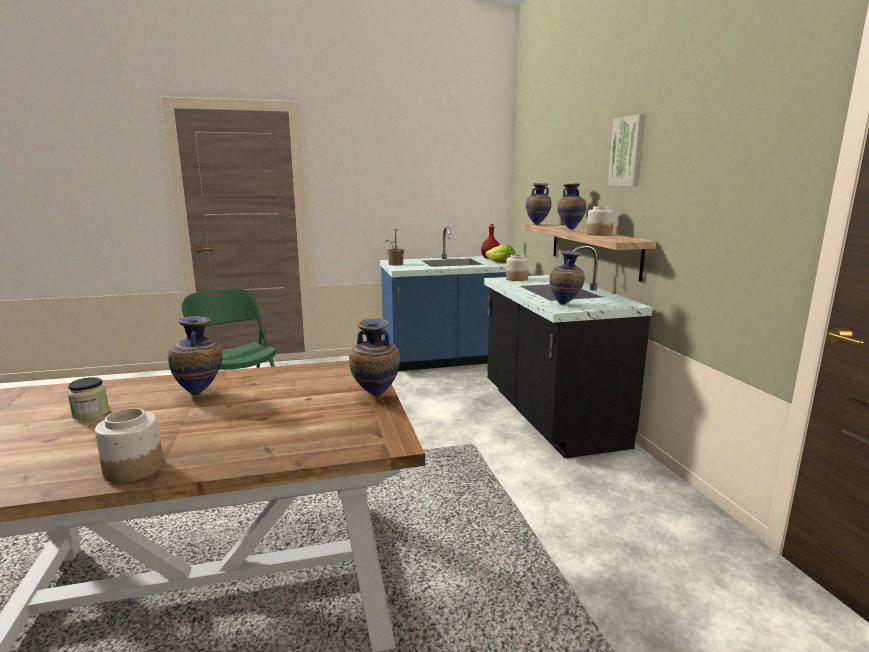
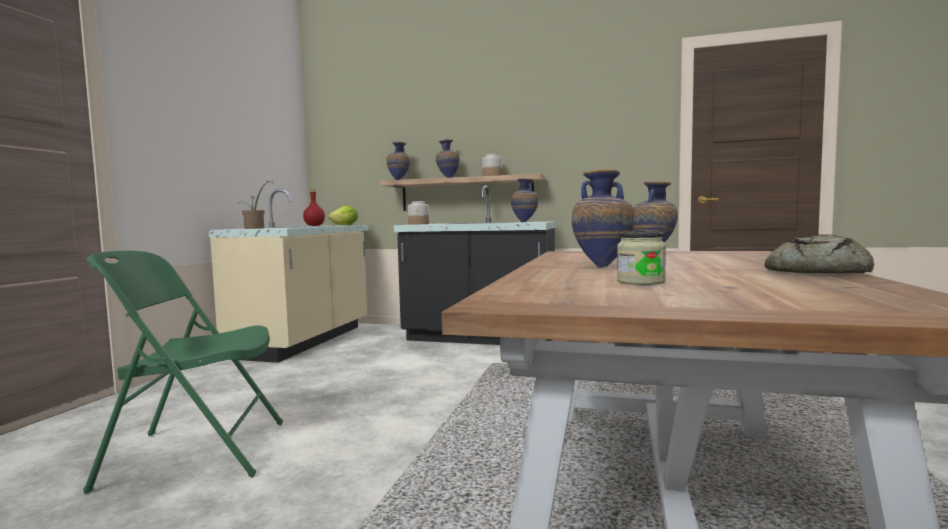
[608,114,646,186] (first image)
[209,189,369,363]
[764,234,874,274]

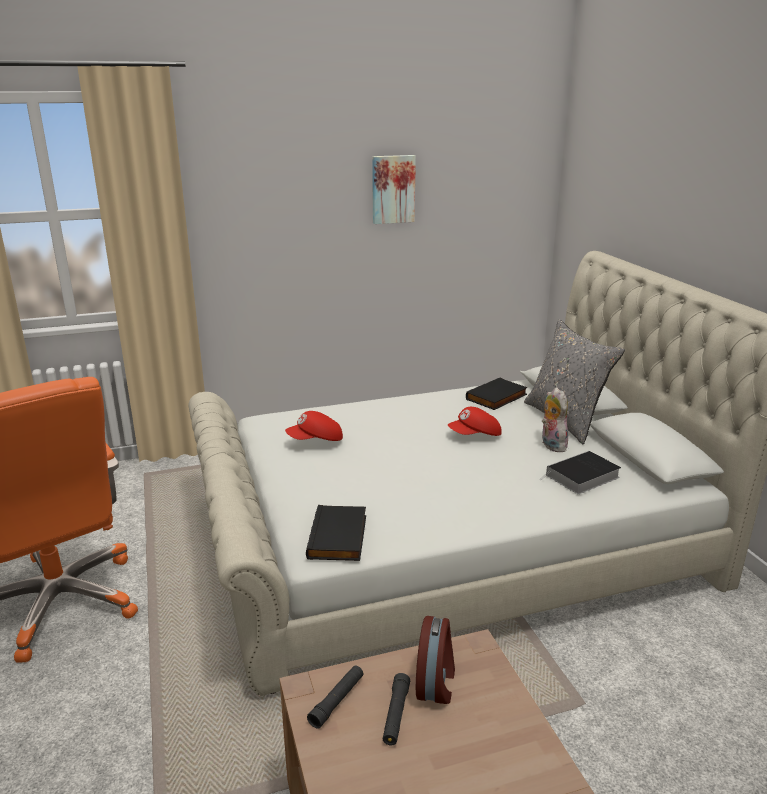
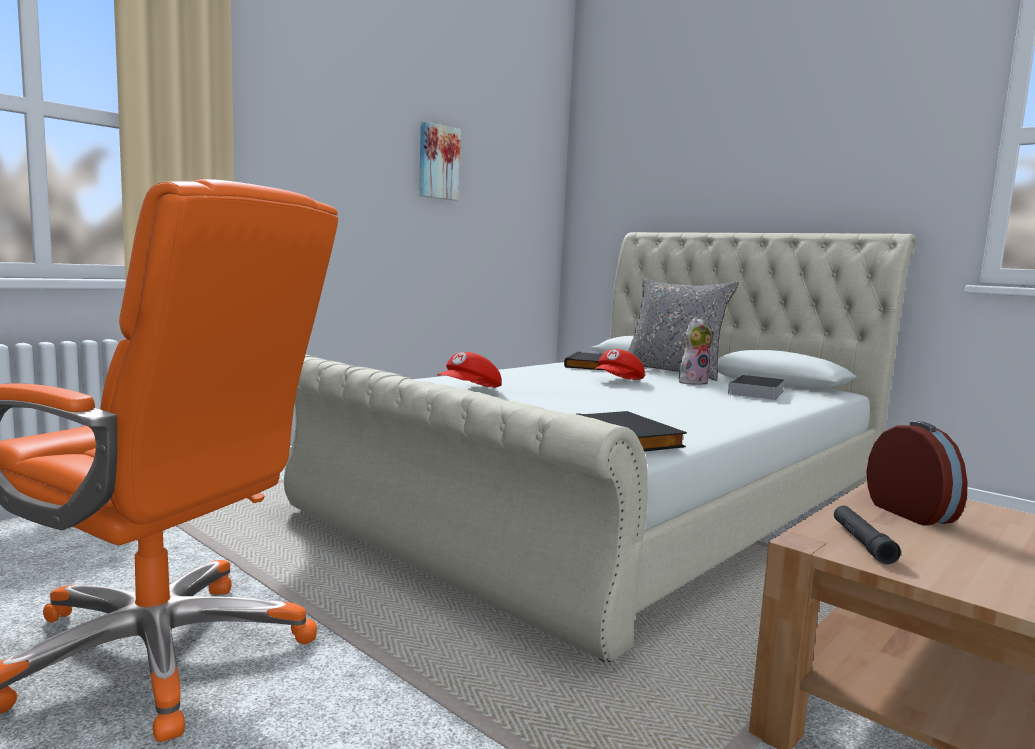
[679,318,714,385]
[383,673,410,745] (first image)

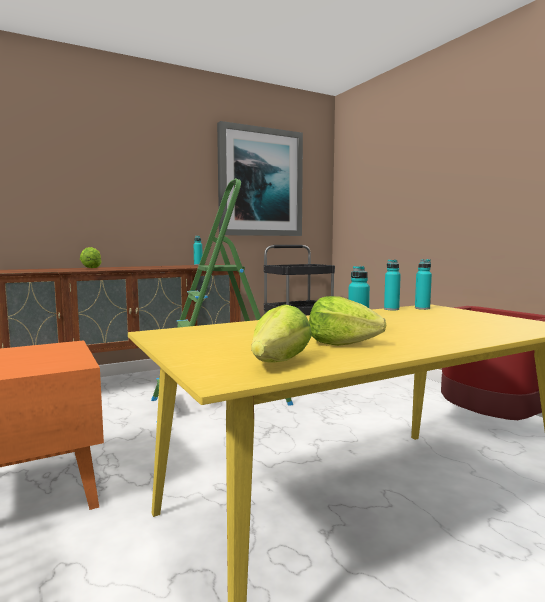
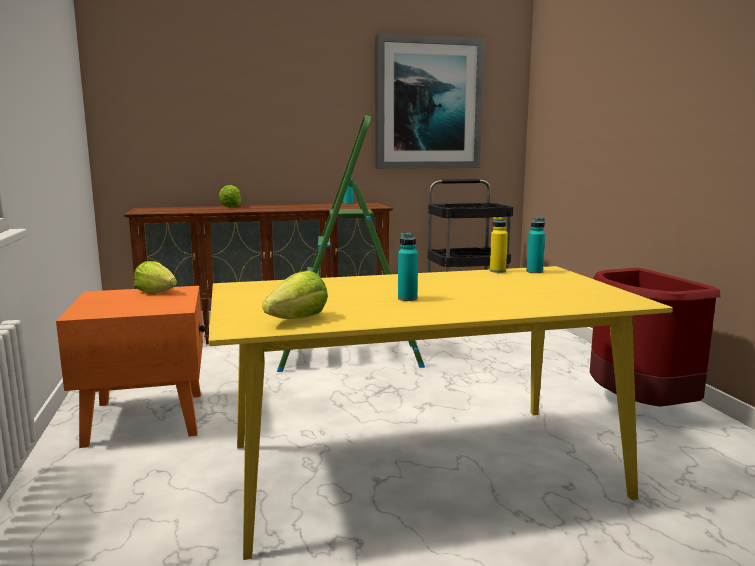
[490,217,508,273]
[134,261,177,294]

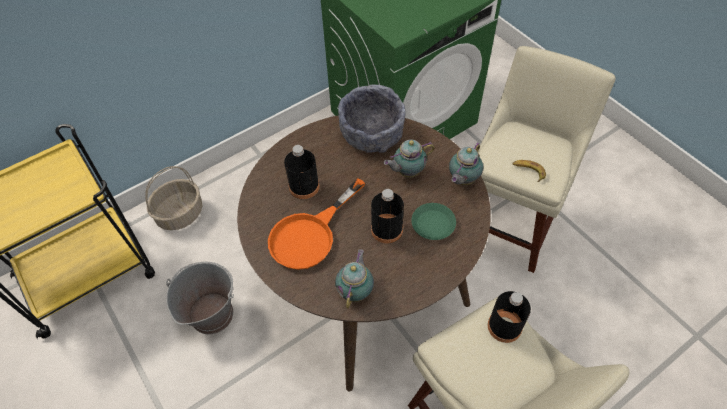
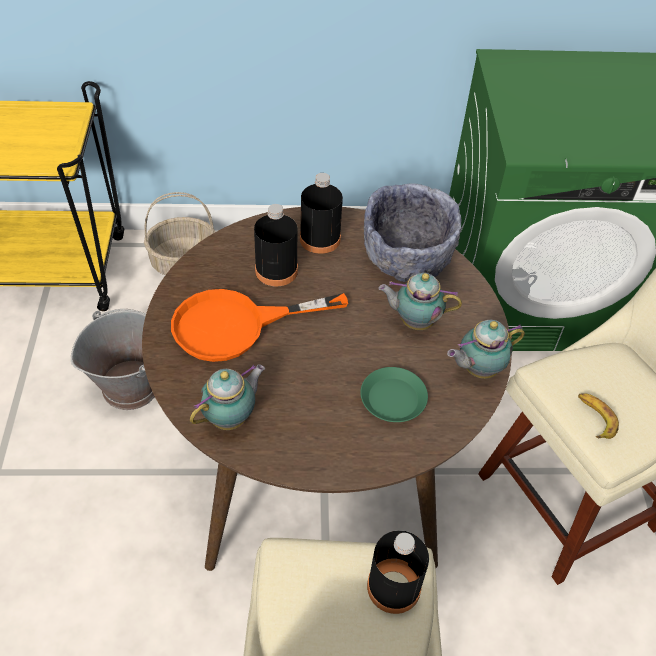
[300,173,343,254]

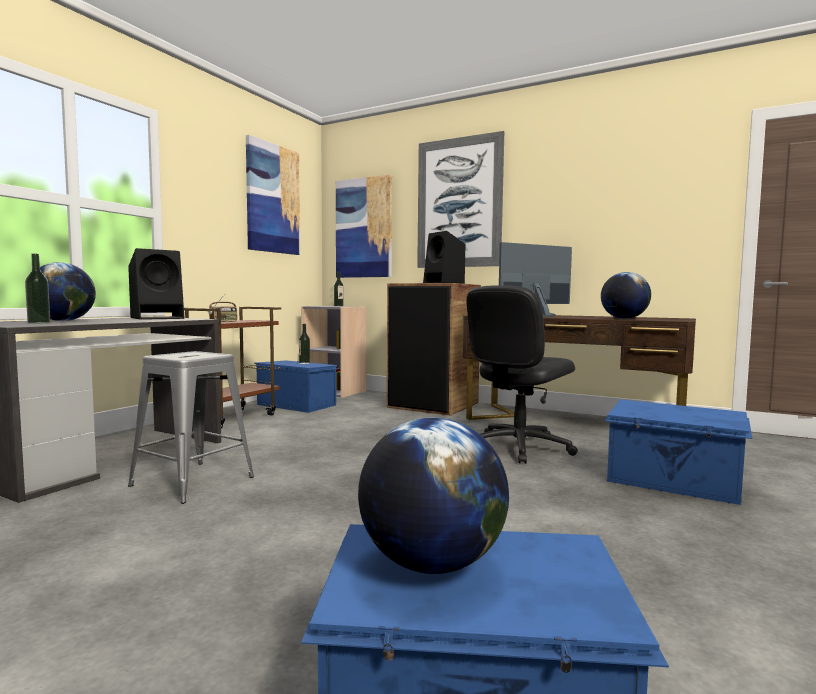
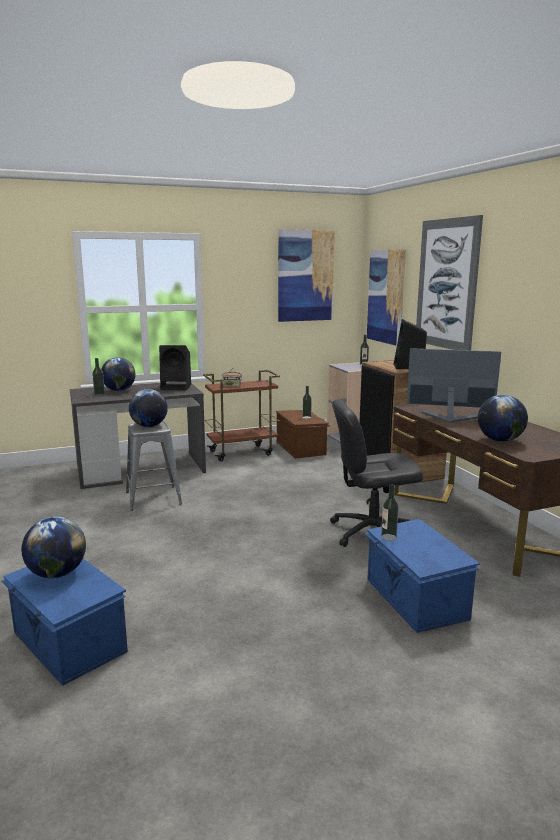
[276,410,330,459]
[129,389,168,427]
[381,484,399,541]

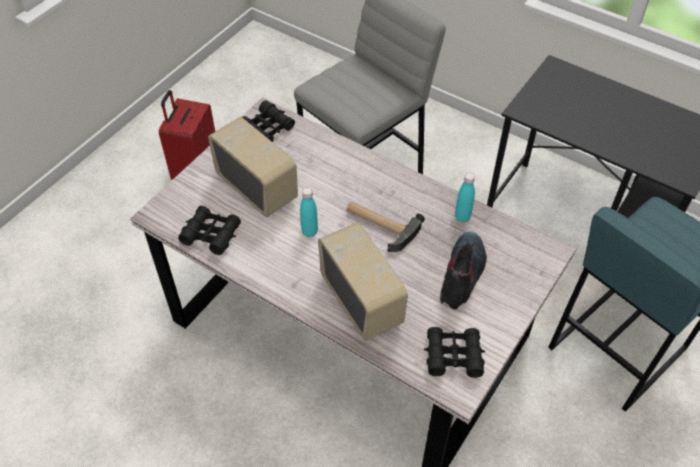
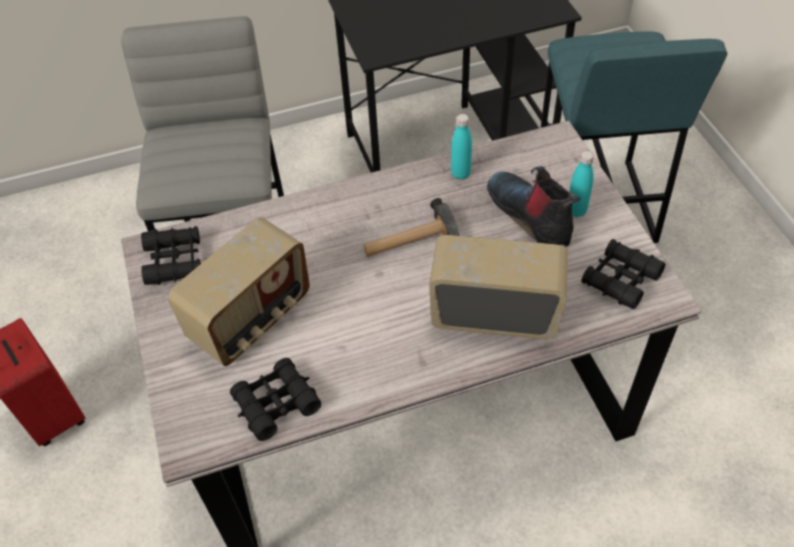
[168,217,310,366]
[569,151,594,217]

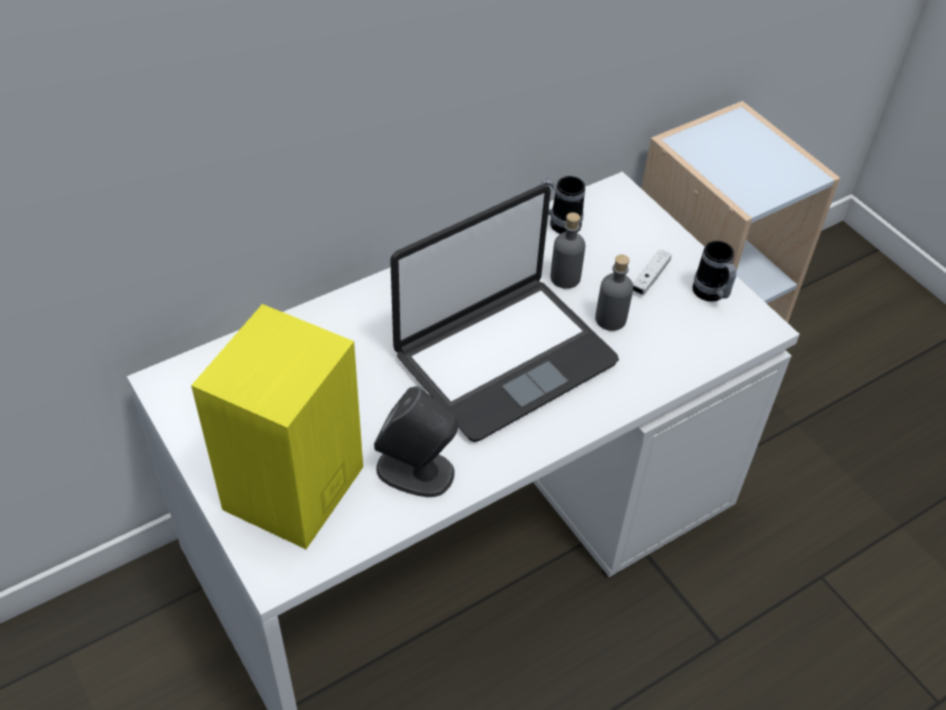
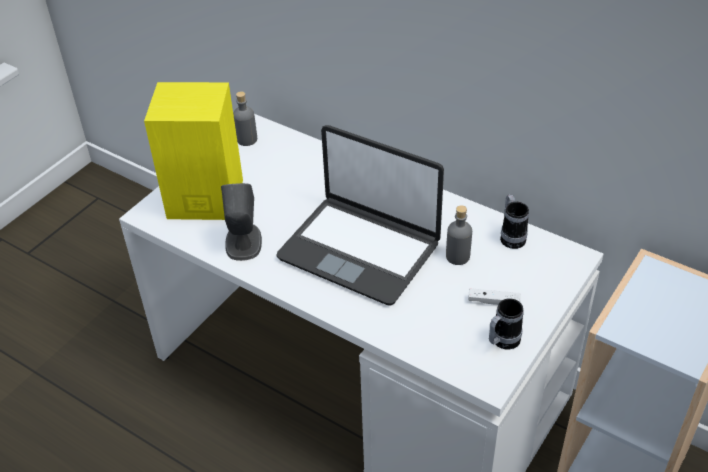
[233,91,257,146]

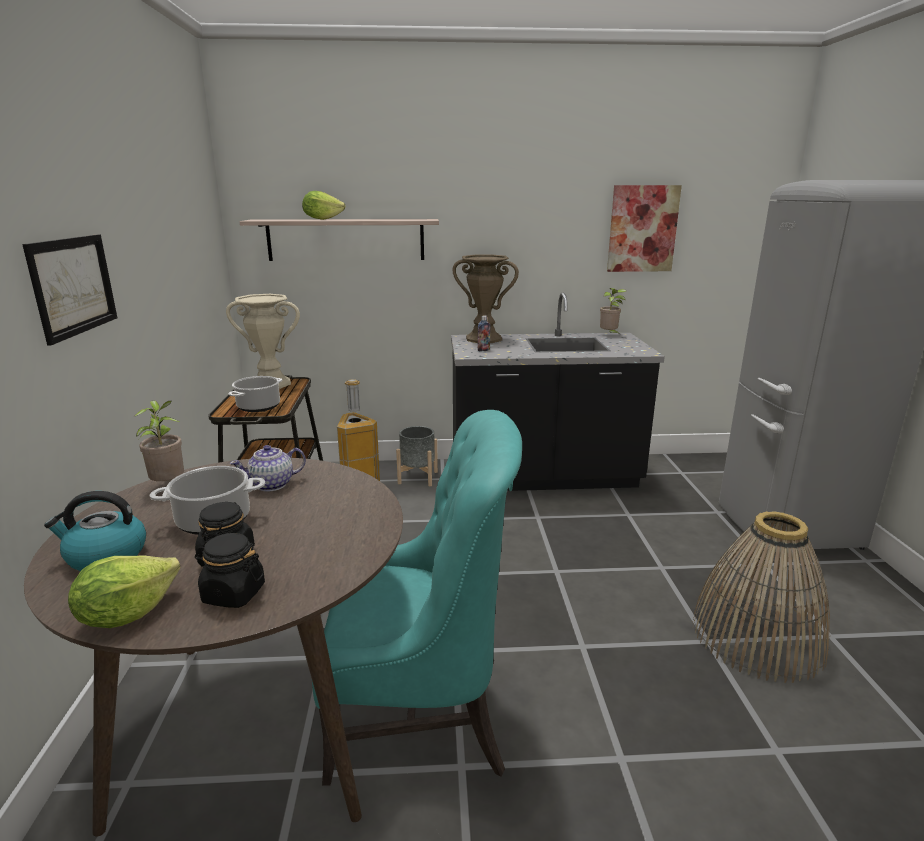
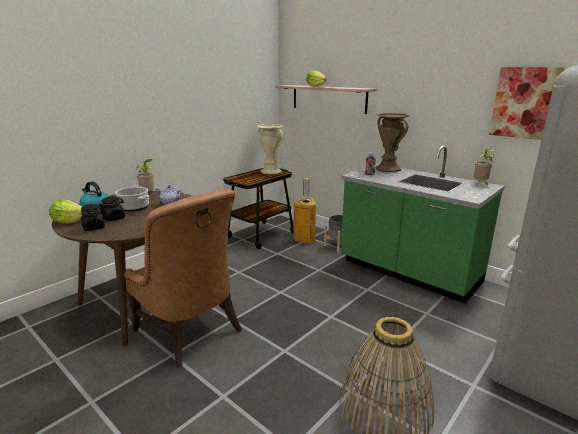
[22,234,117,346] (first image)
[341,146,505,303]
[228,376,282,412] (first image)
[124,189,242,367]

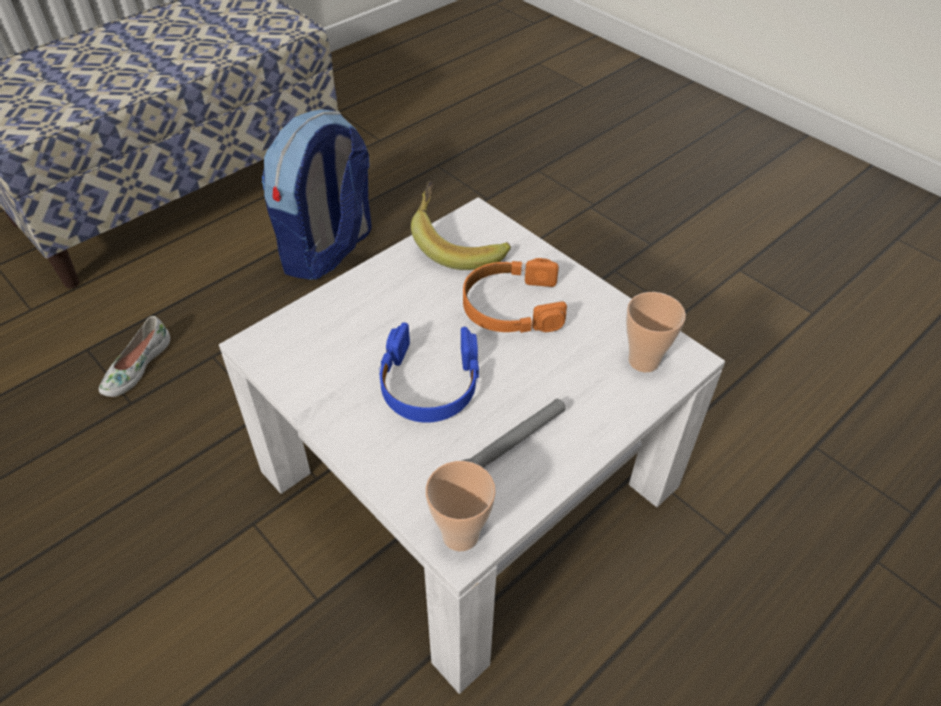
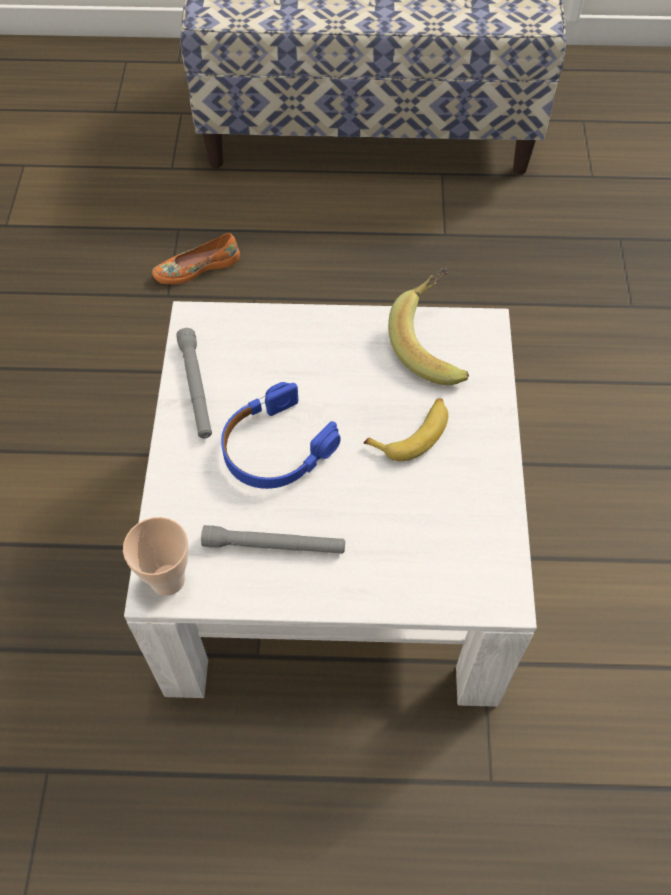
[261,109,371,280] (first image)
[363,398,448,461]
[626,292,686,372] (first image)
[152,233,240,284]
[176,328,212,438]

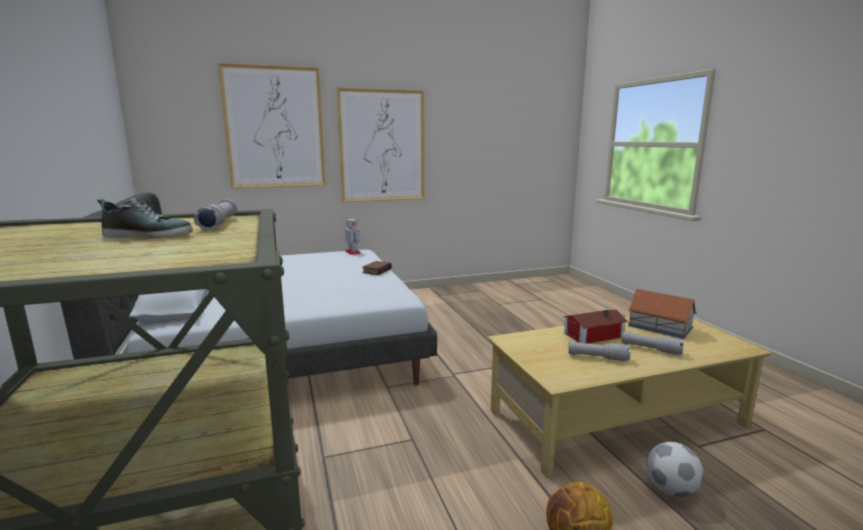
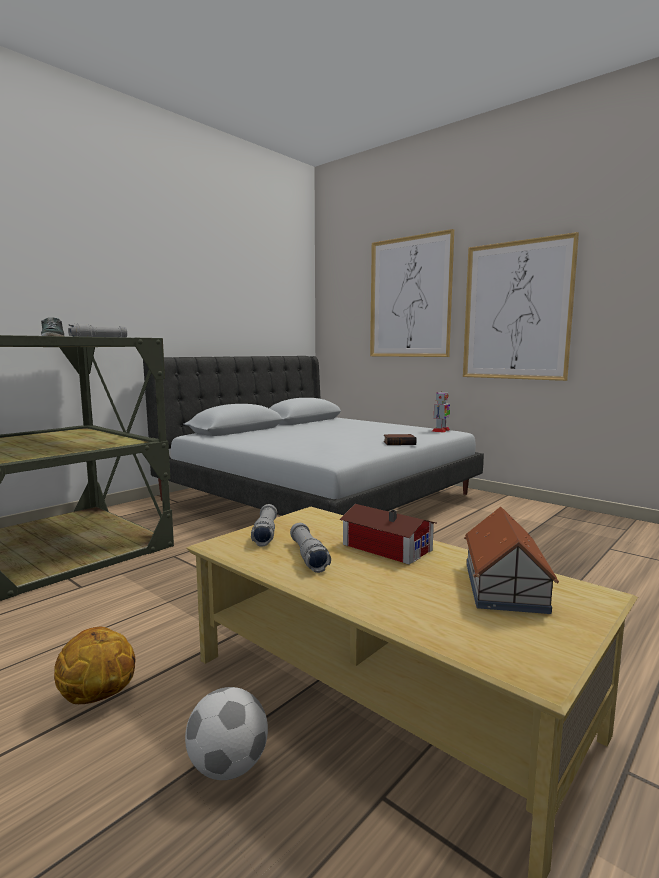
[251,504,277,547]

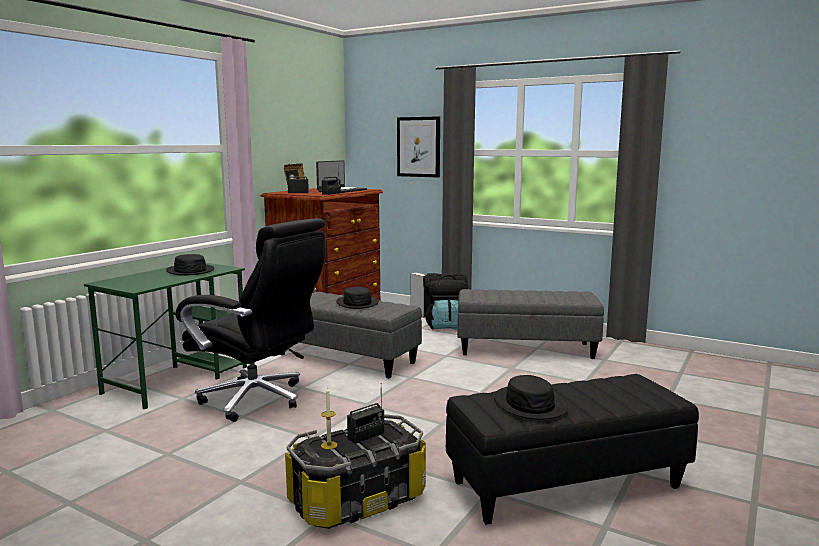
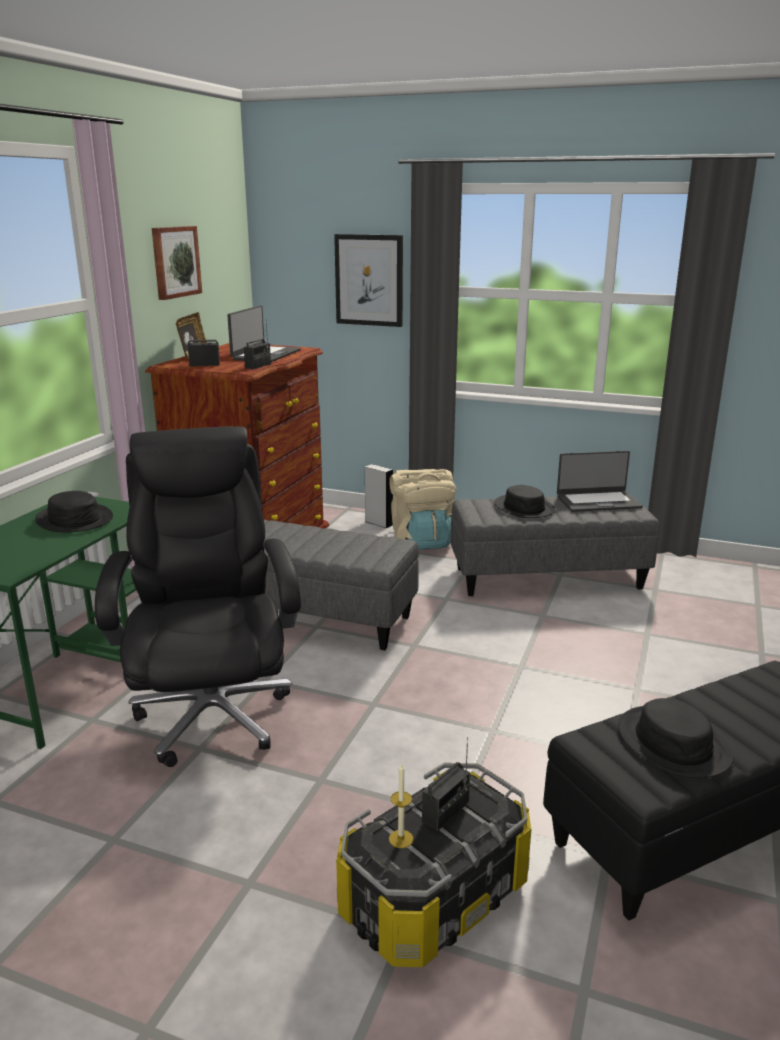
[95,426,301,767]
[389,469,456,550]
[494,485,555,518]
[152,226,202,300]
[557,451,643,512]

